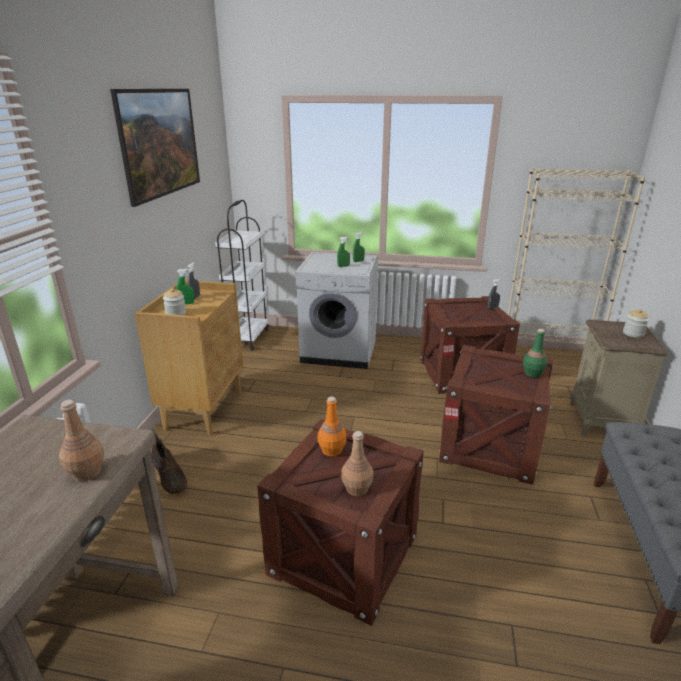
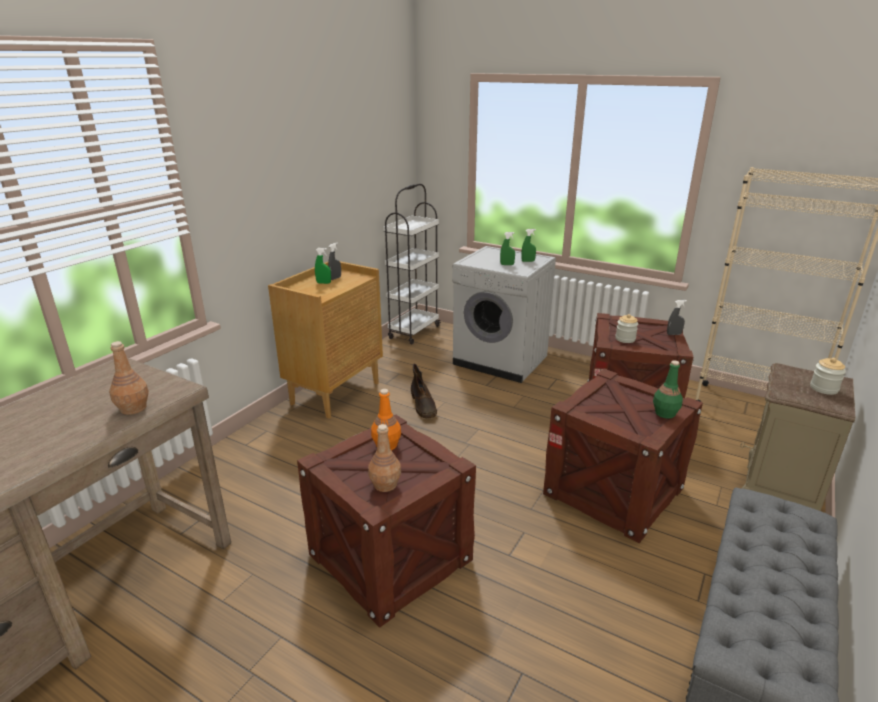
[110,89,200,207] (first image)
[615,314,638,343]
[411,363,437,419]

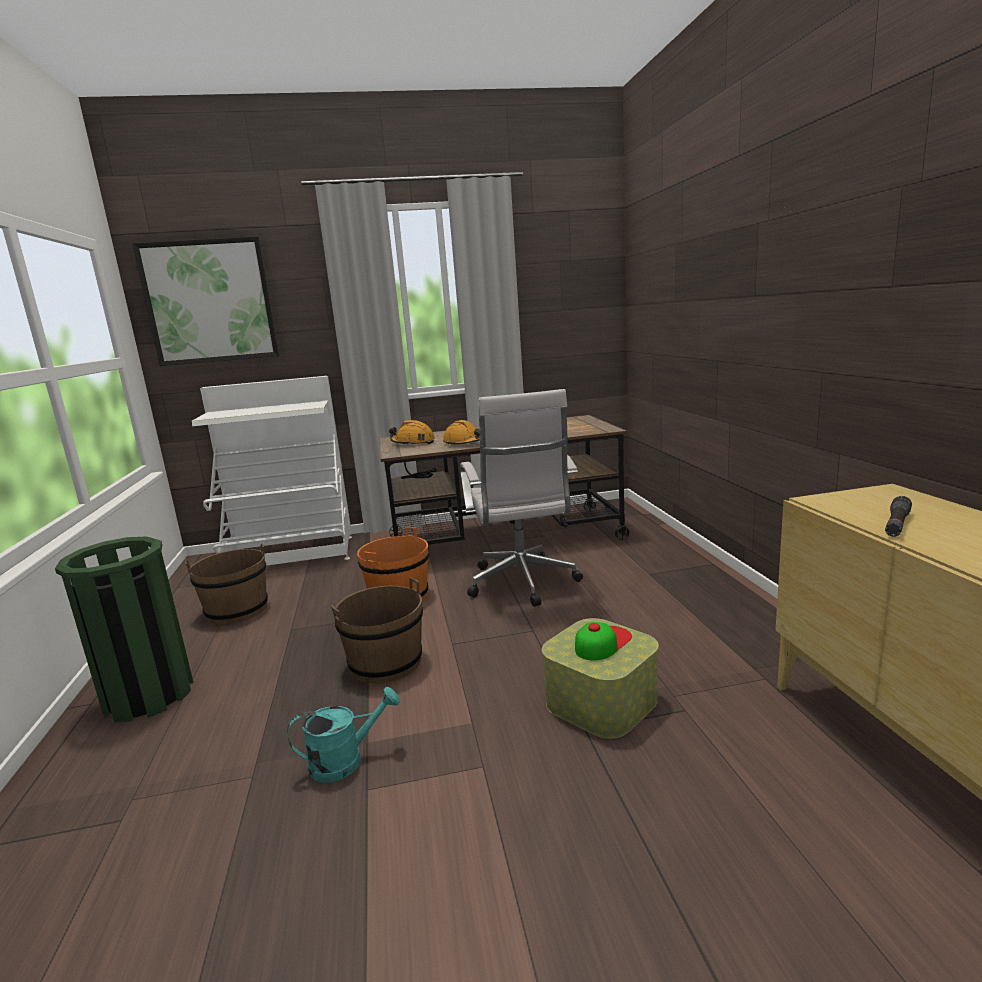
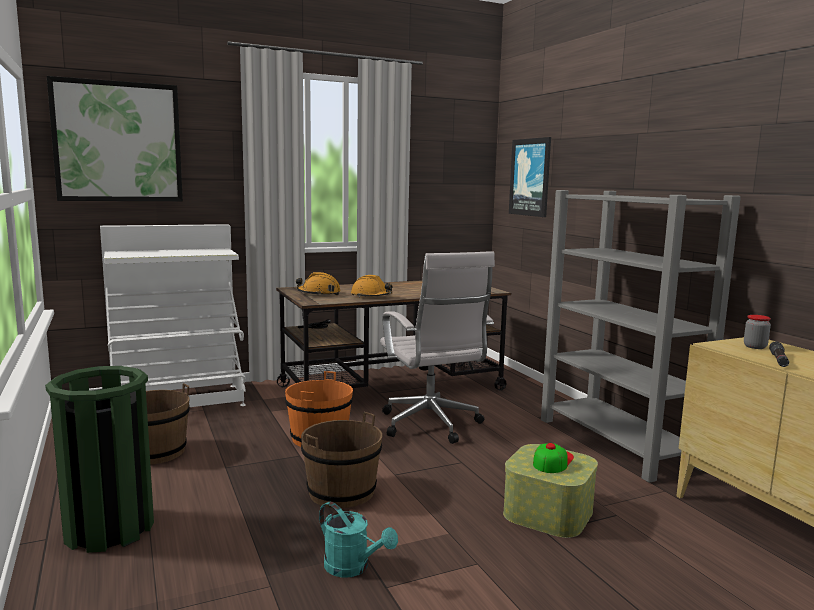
[319,501,398,578]
[509,137,551,217]
[541,190,741,483]
[744,315,771,349]

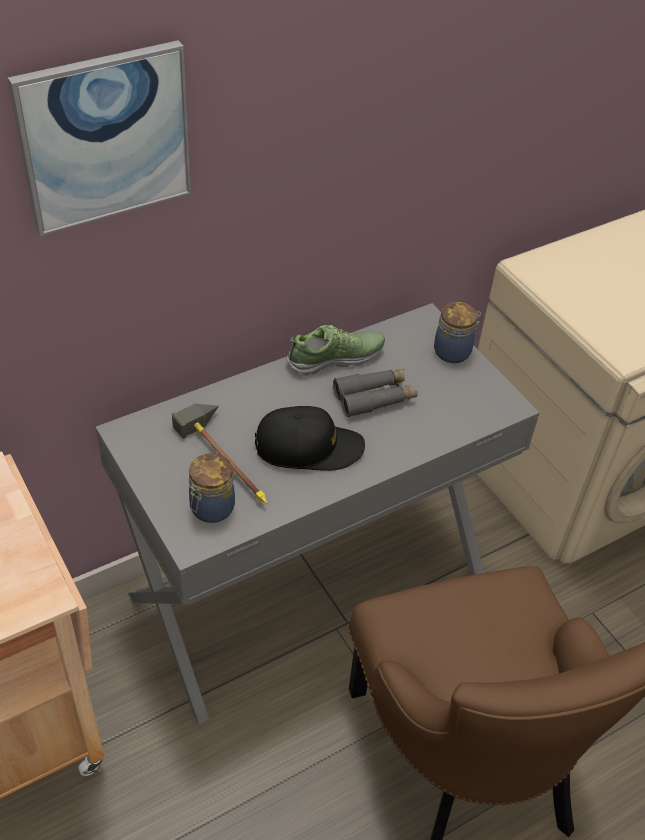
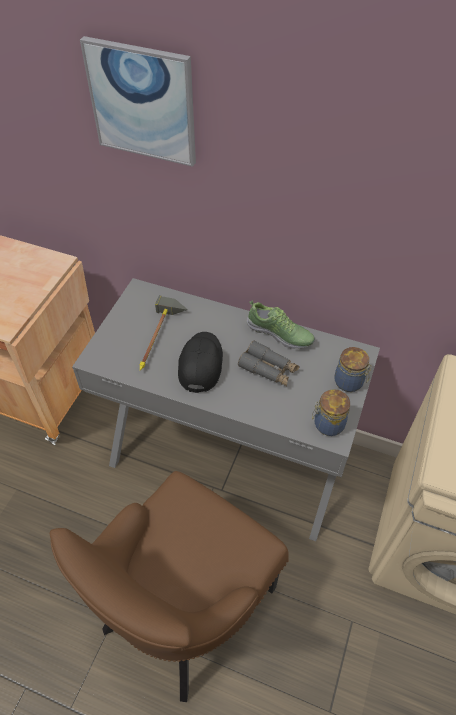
[178,332,223,393]
[312,389,350,436]

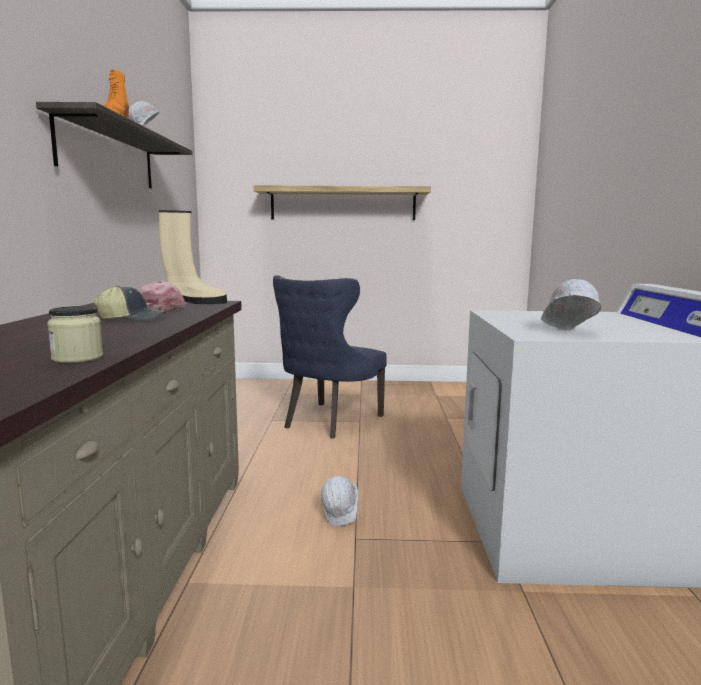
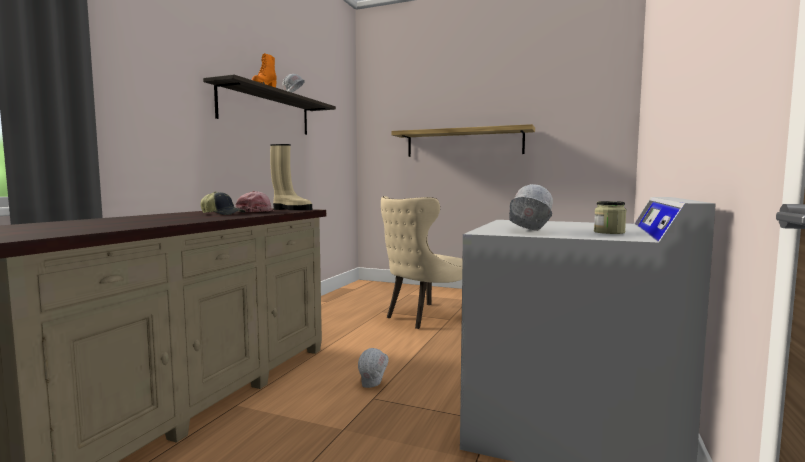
[381,196,463,329]
[594,201,626,234]

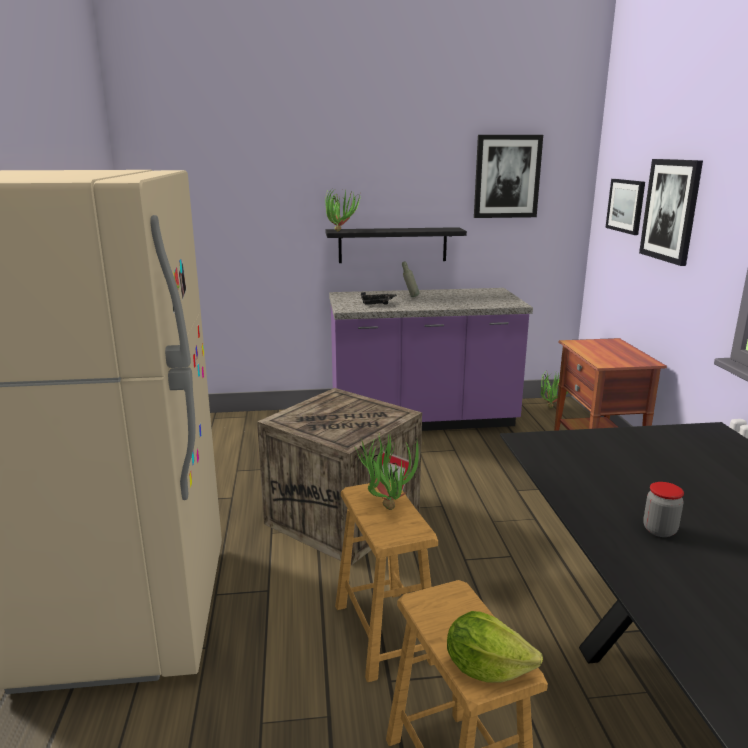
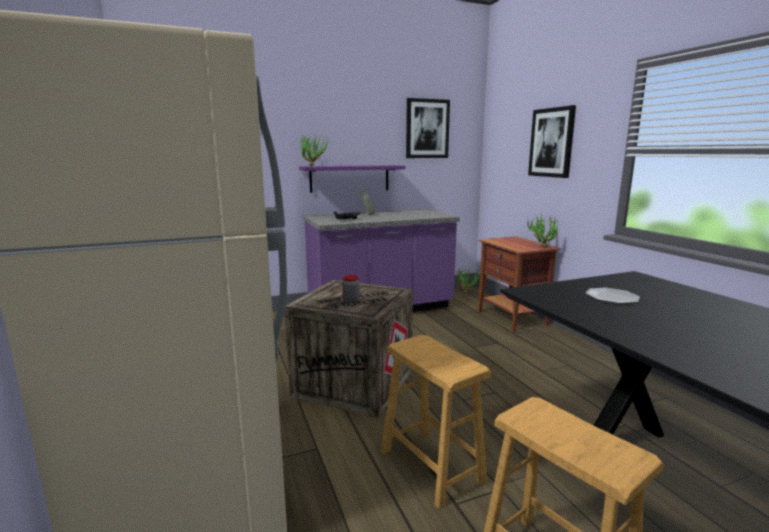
[605,179,645,235] (first image)
[299,165,405,193]
[527,213,558,248]
[343,275,360,303]
[447,611,543,683] (first image)
[586,288,640,304]

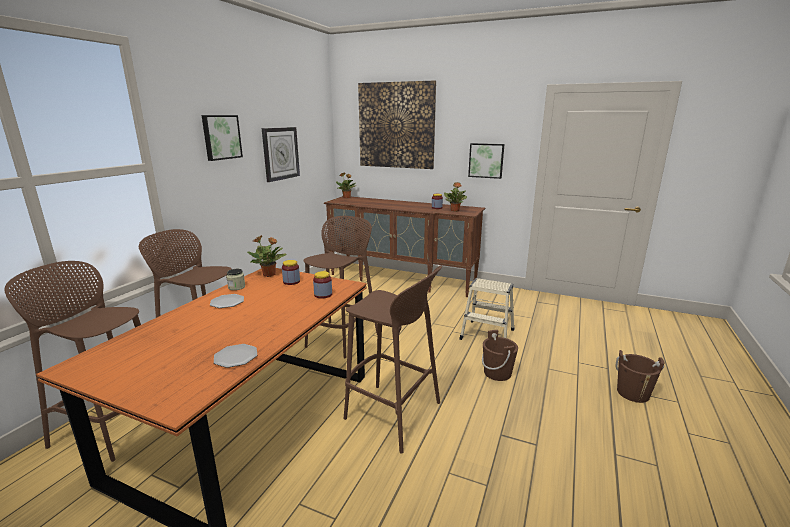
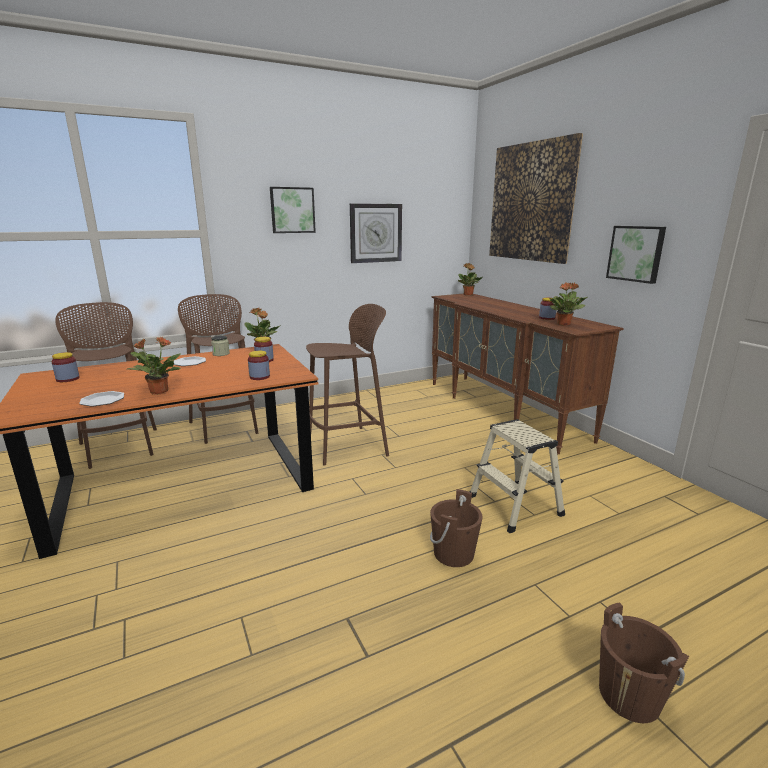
[344,266,443,453] (first image)
[127,337,181,394]
[51,352,80,382]

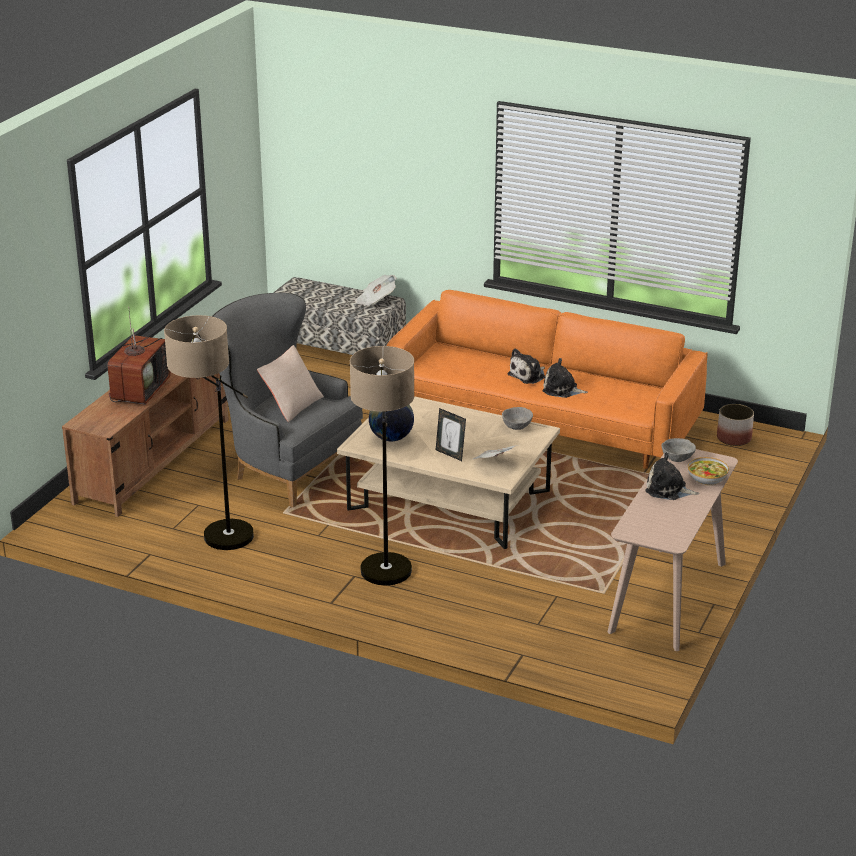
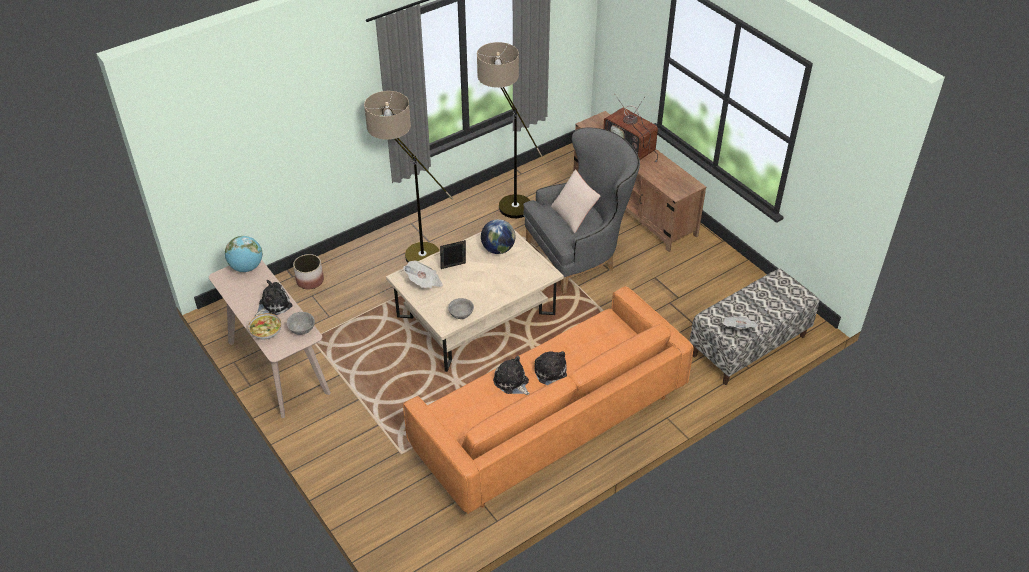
[493,356,530,395]
[293,254,324,290]
[225,236,263,272]

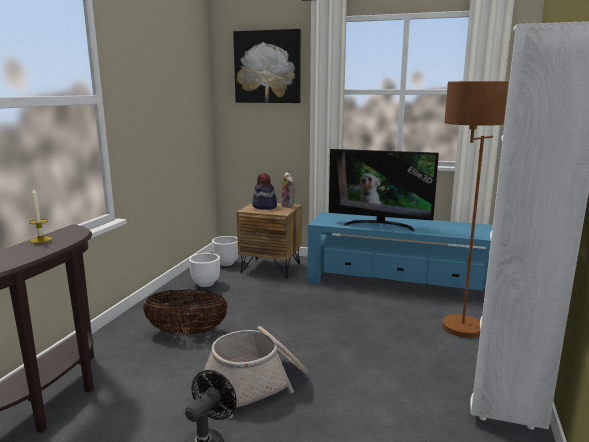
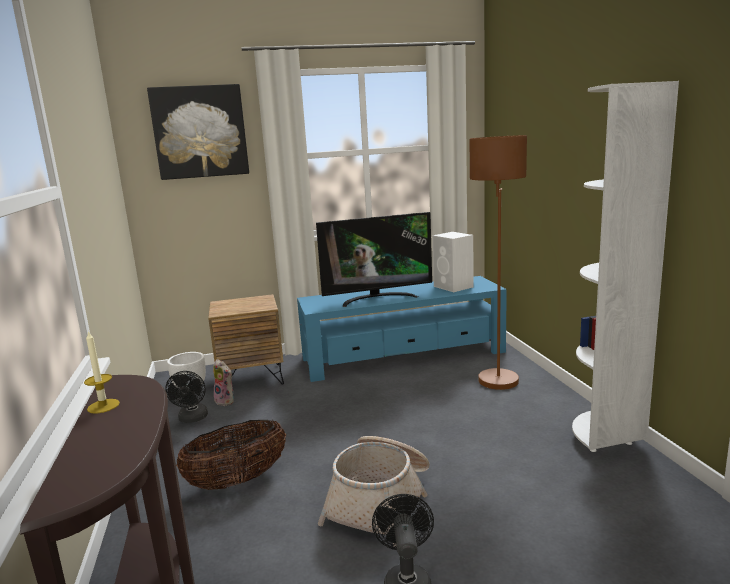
[213,359,234,406]
[252,173,277,210] (first image)
[165,371,208,423]
[433,232,474,292]

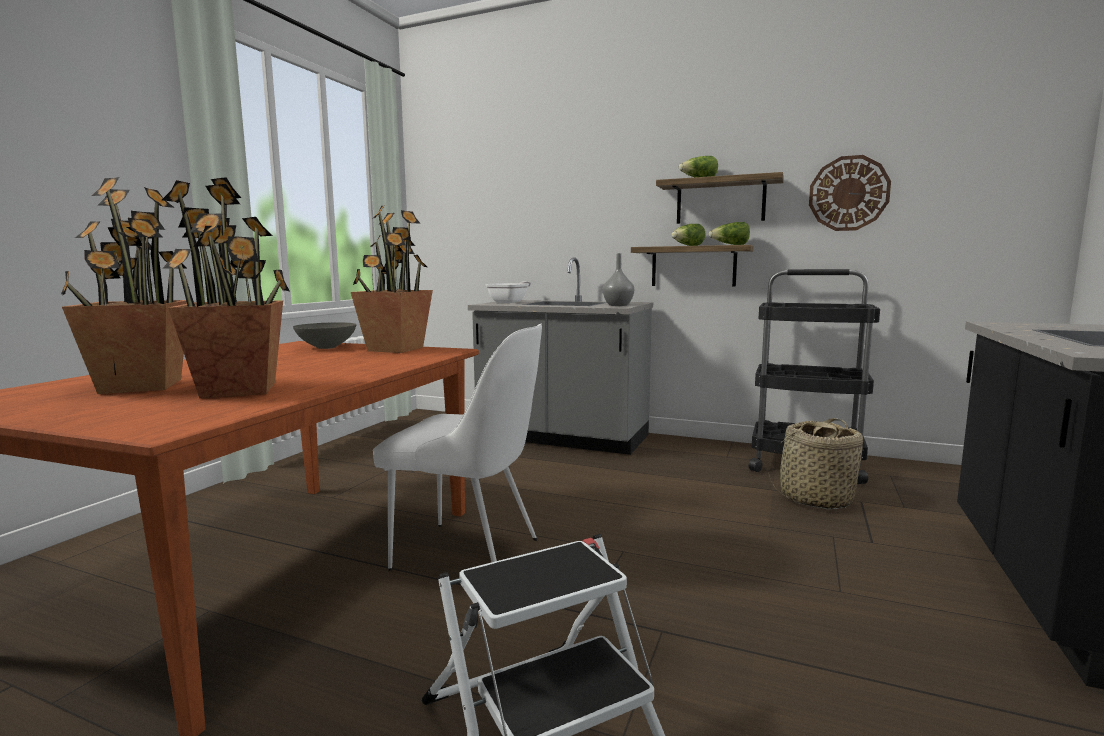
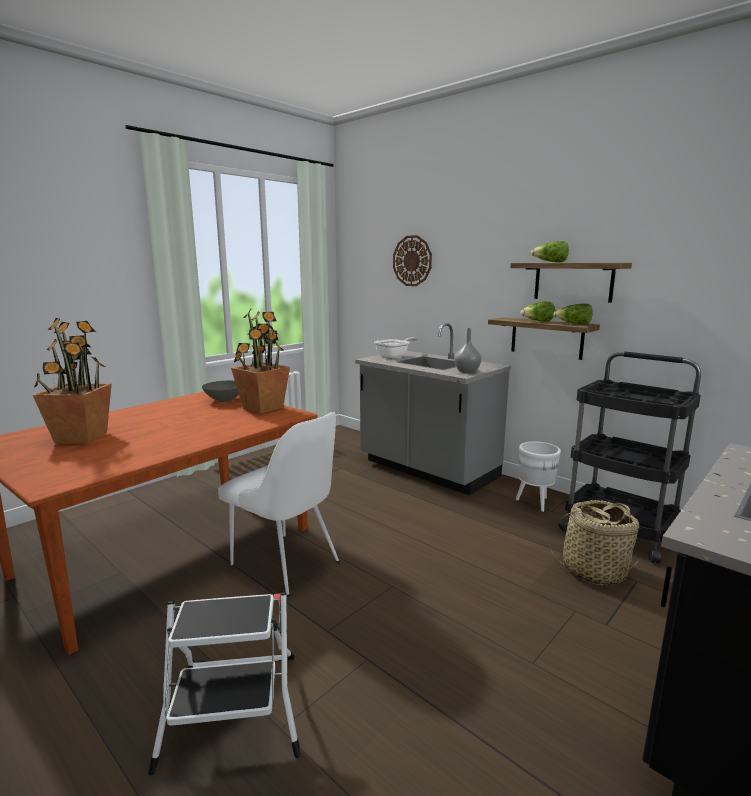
[393,235,432,286]
[162,177,290,398] (first image)
[516,441,561,512]

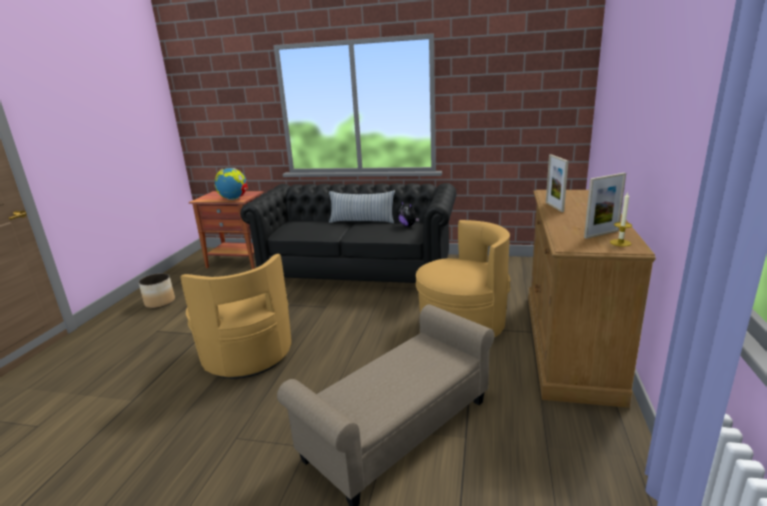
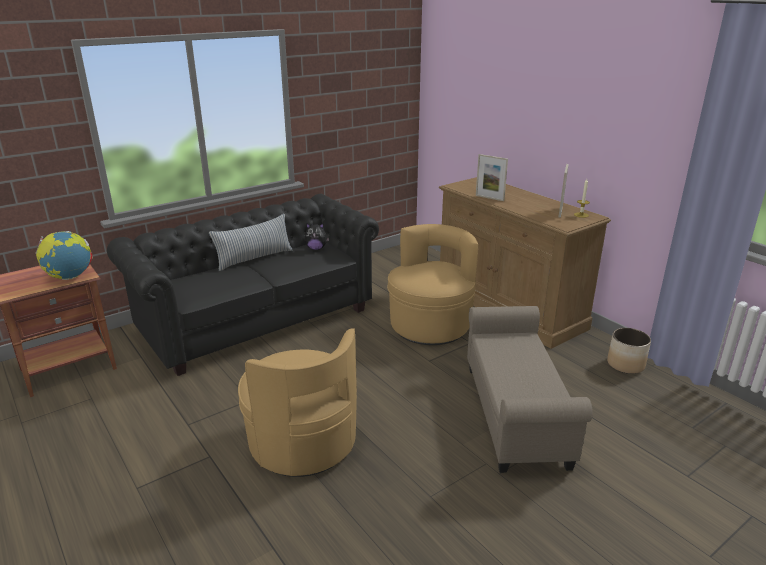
[238,328,357,477]
[607,328,651,374]

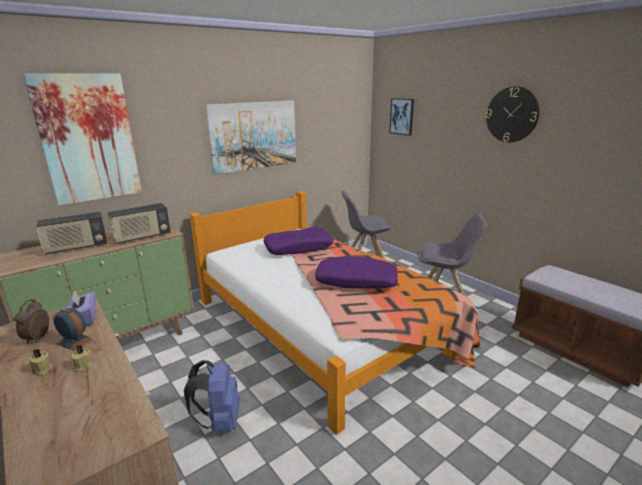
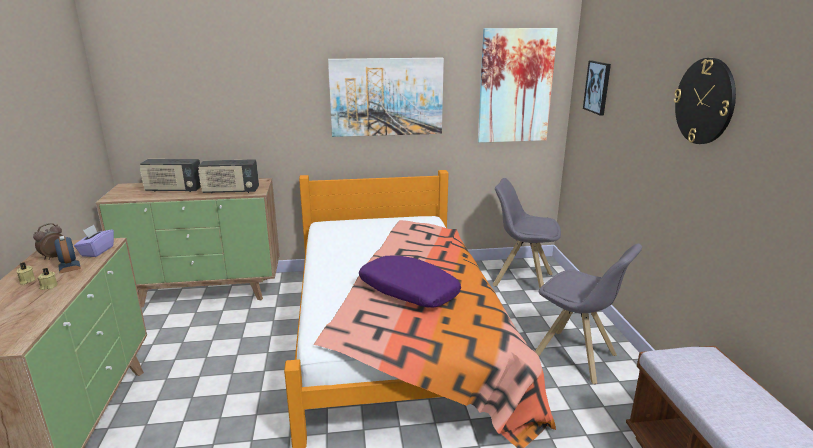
[478,28,558,143]
[264,227,333,255] (first image)
[184,360,240,432] (first image)

